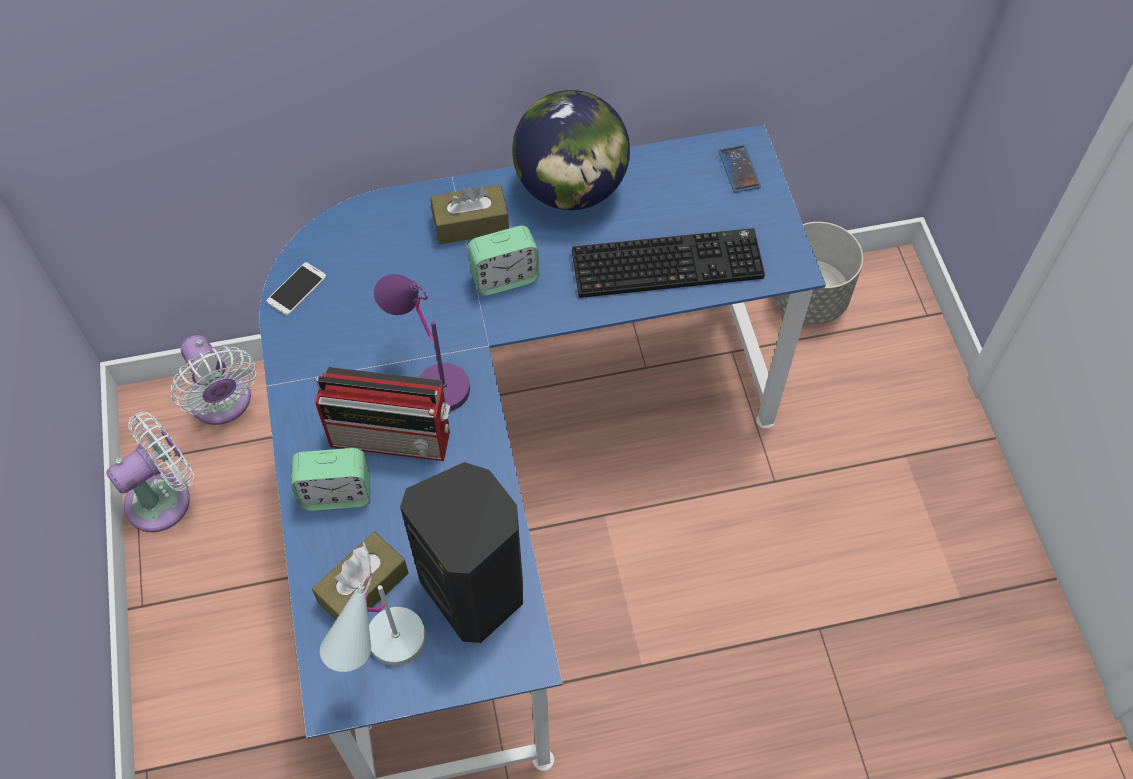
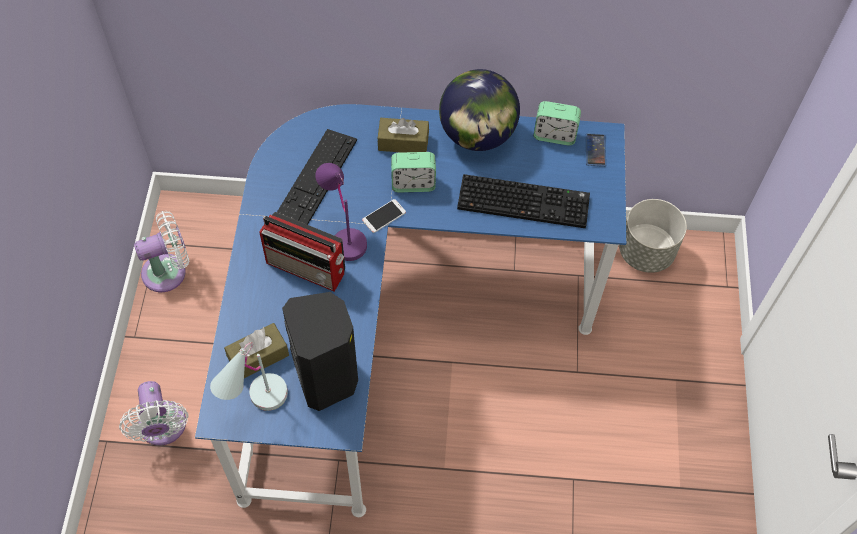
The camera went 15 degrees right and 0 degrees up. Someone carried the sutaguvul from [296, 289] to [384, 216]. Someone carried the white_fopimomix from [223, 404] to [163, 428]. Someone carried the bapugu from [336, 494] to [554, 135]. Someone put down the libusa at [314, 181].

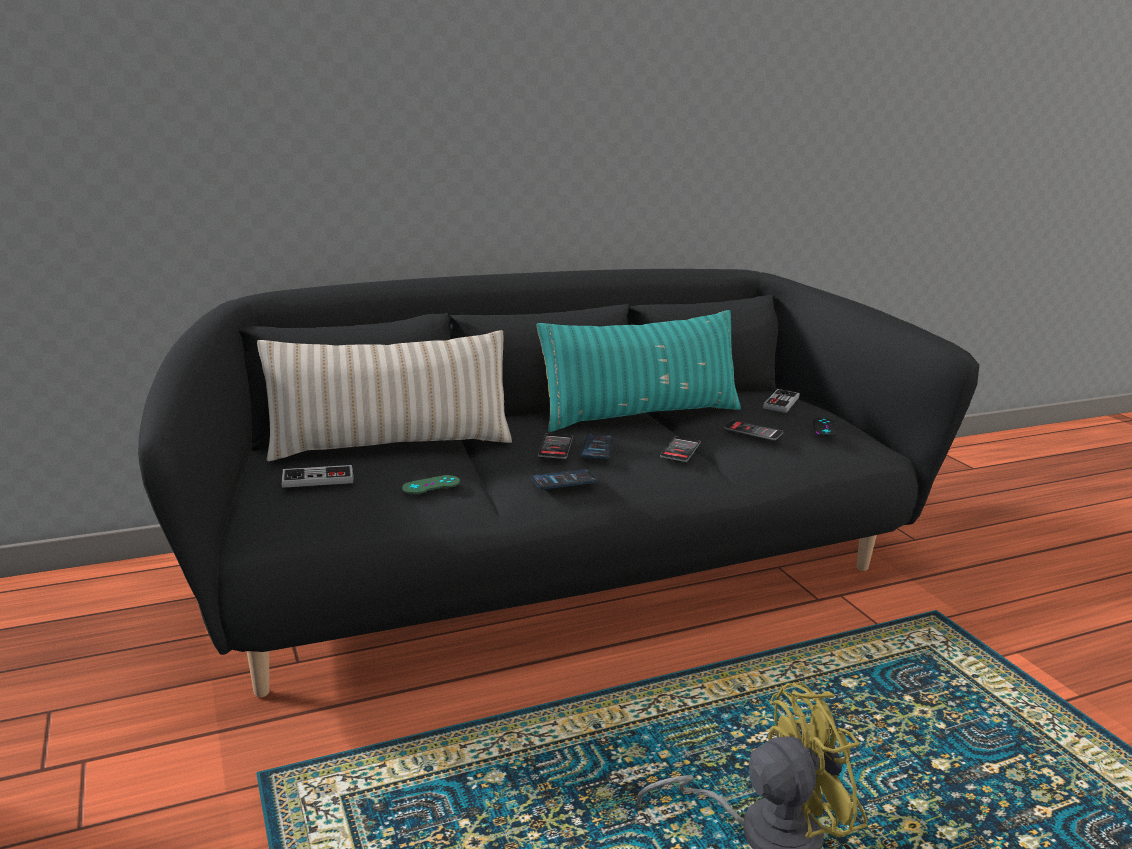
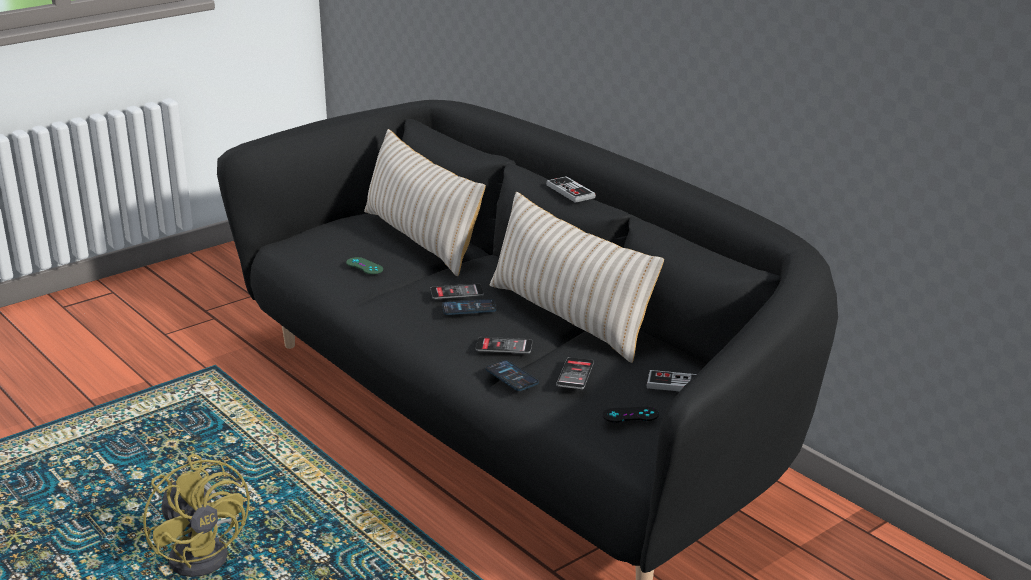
The camera went 75 degrees right and 5 degrees up. Someone repainted the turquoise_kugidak at [640, 415], which became the beige_kugidak at [569, 317]. Someone carried the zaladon from [318, 479] to [570, 191]. Someone carried the sutaguvul from [564, 480] to [512, 376].

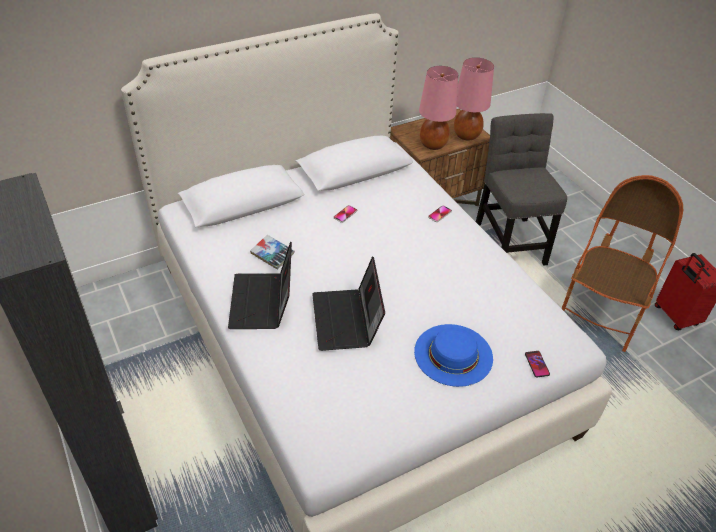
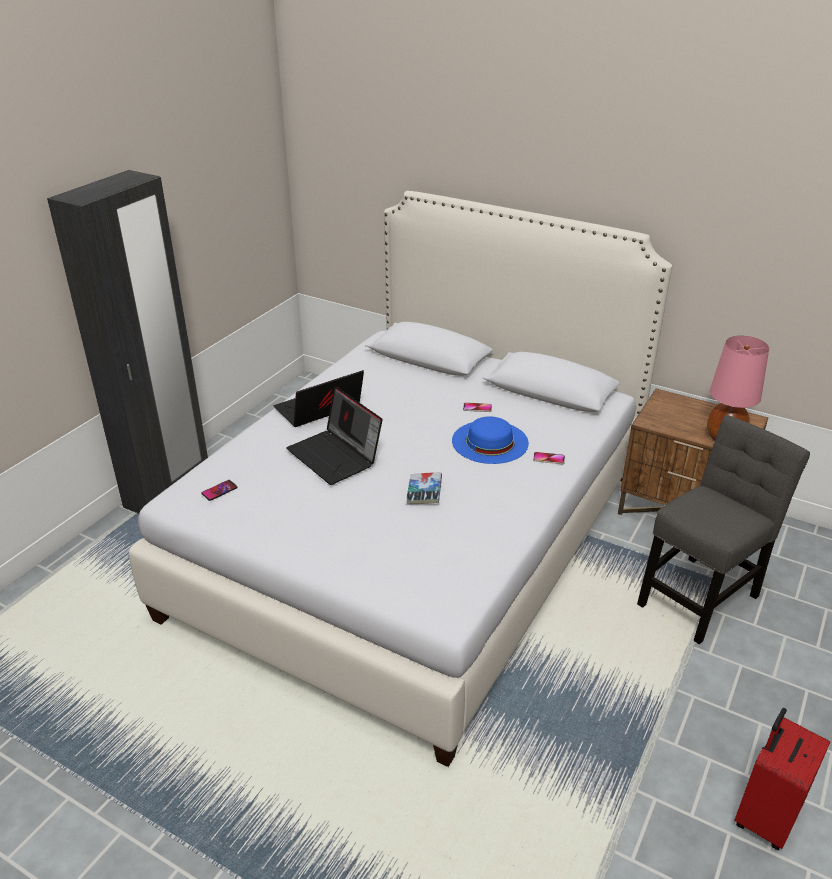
The camera went 60 degrees right and 10 degrees down. Someone took away the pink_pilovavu at [433, 144]. Someone took away the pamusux at [600, 315]. Someone carried the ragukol from [272, 255] to [424, 492]. Someone rotated the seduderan at [347, 321] by 90 degrees counterclockwise. Someone carried the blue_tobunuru from [453, 354] to [490, 441]. Someone carried the sutaguvul from [537, 364] to [219, 491].

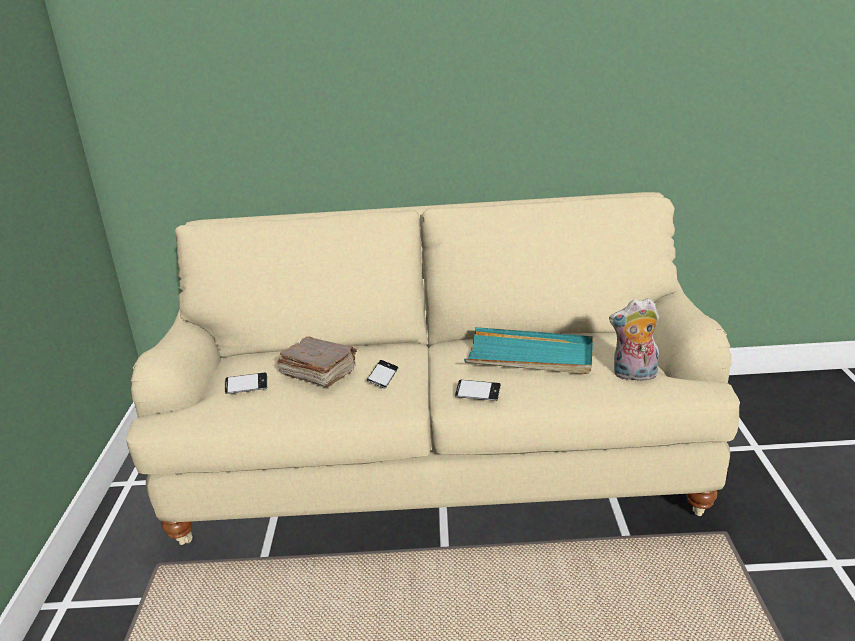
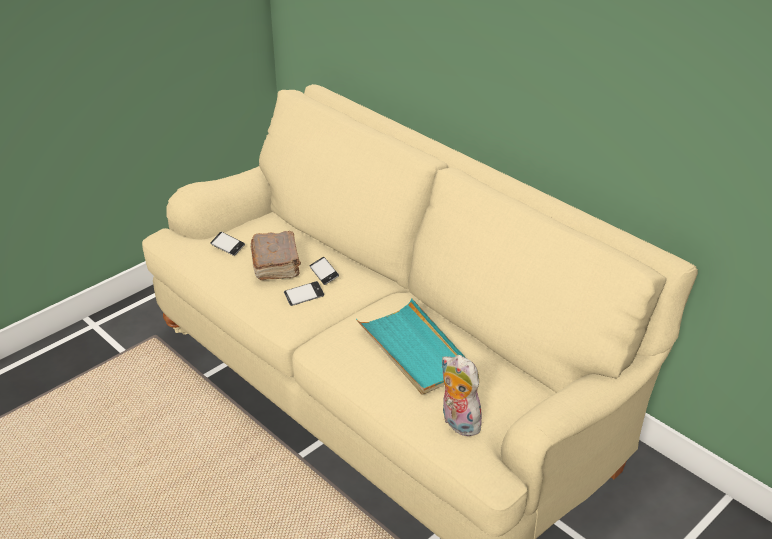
The camera went 45 degrees right and 10 degrees up. Someone carried the sutaguvul from [478, 393] to [324, 273].

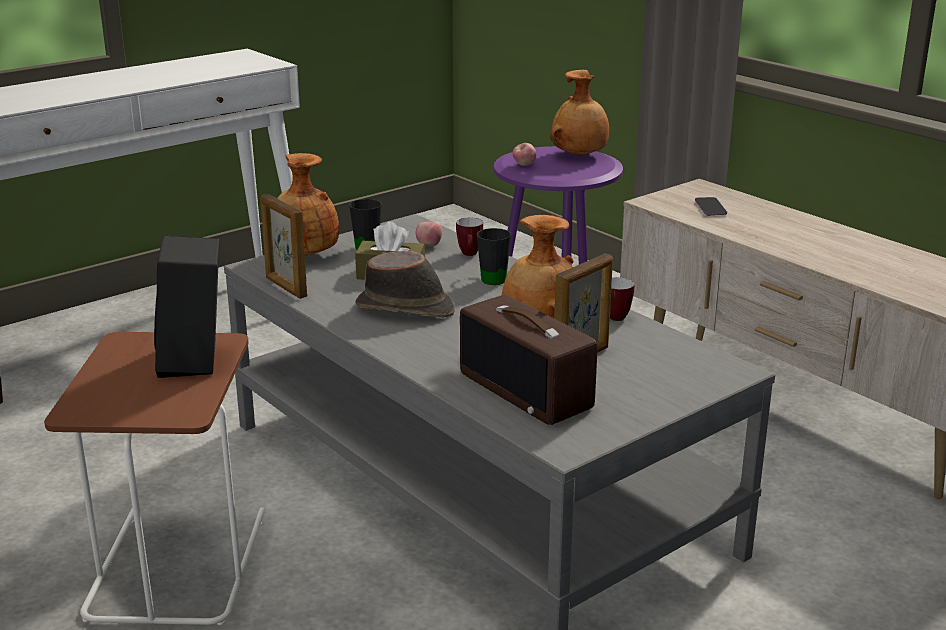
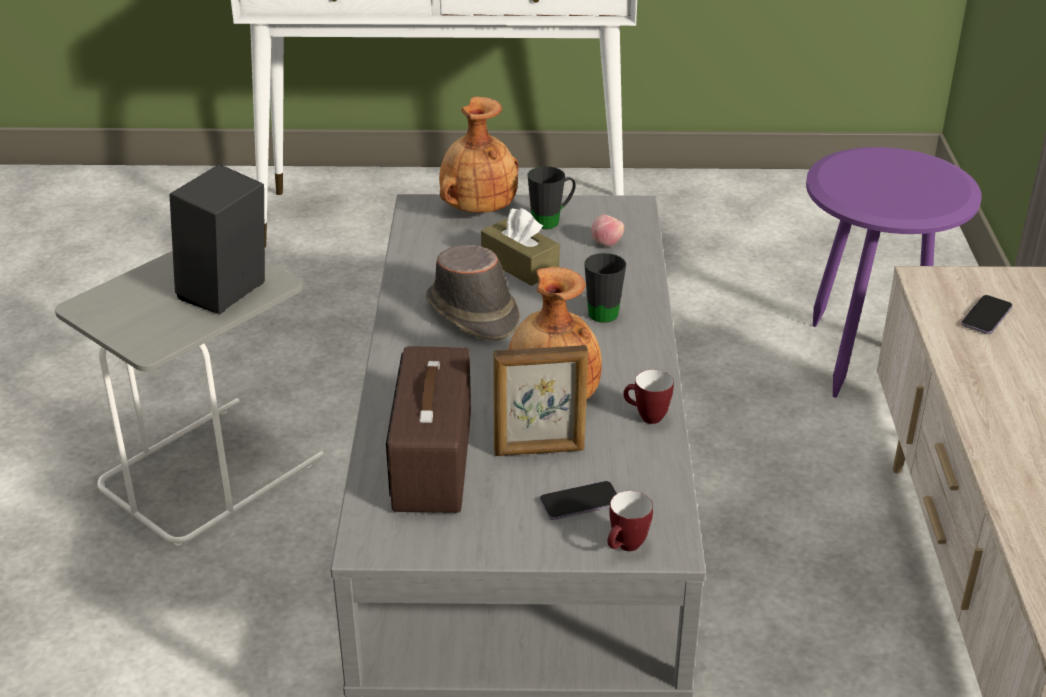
The camera went 40 degrees right and 10 degrees up. Someone took away the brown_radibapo at [580, 156]. Someone took away the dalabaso at [524, 165]. Someone took away the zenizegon at [285, 287]. Someone carried the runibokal from [470, 255] to [626, 548]. Someone repainted the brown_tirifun at [175, 563], which became the grey_tirifun at [210, 469]. Someone put down the sutaguvul at [580, 503].

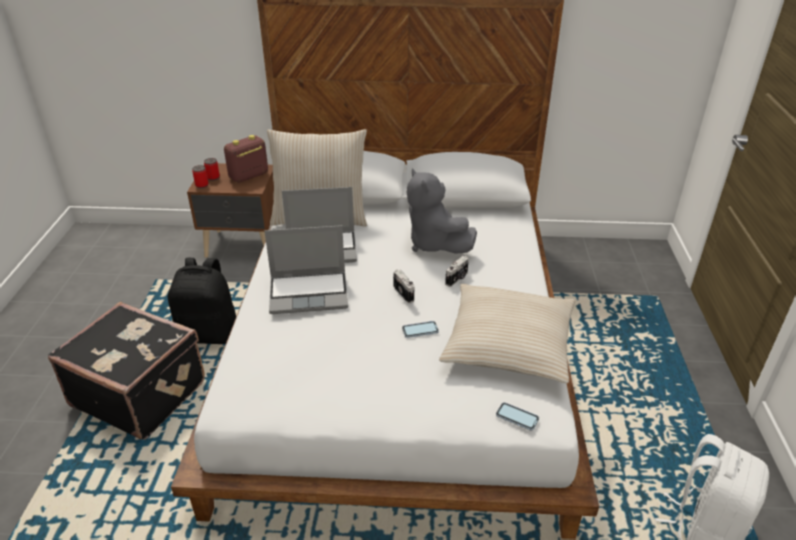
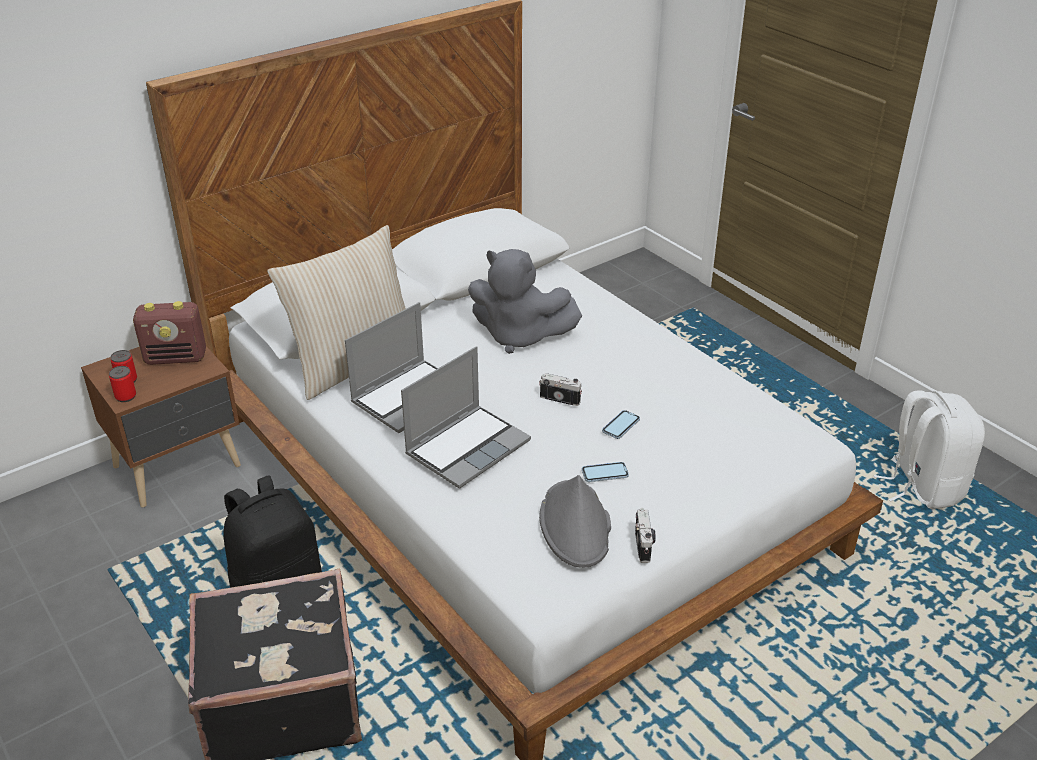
The camera went 40 degrees left and 0 degrees up. Someone rotated the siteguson at [248, 176] by 105 degrees counterclockwise. Someone carried the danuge from [457, 279] to [644, 545]. Someone took away the beige_kugidak at [508, 343]. Someone carried the sutaguvul from [517, 417] to [605, 473]. Someone put down the grey_tobunuru at [575, 525].

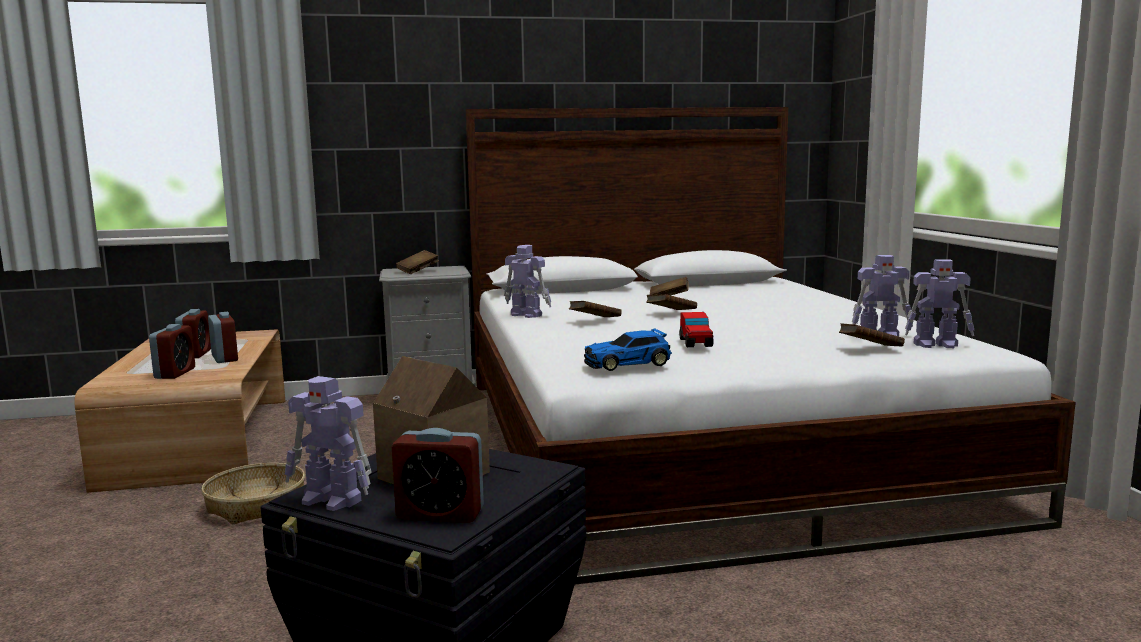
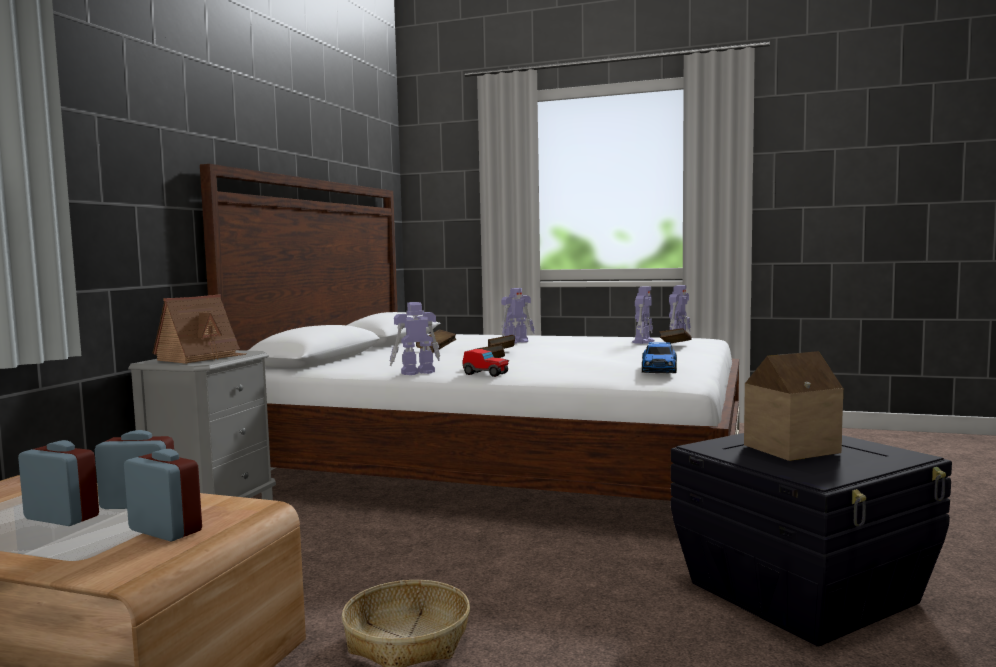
The camera went 60 degrees left and 5 degrees down. Someone swapped the brown_ragukol at [418, 271] for the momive at [201, 357]. Someone carried the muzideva from [695, 343] to [486, 374]. Someone carried the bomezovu from [332, 500] to [517, 342]. Someone took away the bapugu at [440, 514].

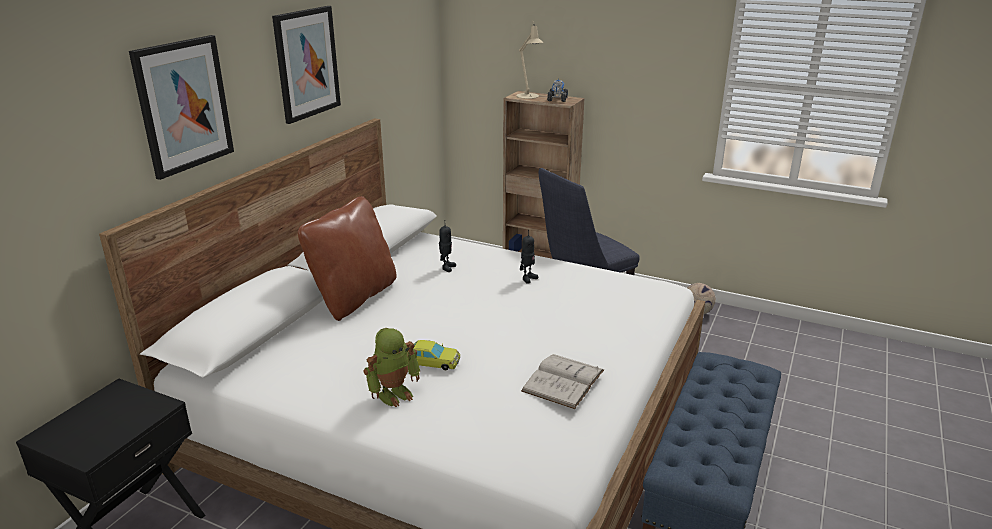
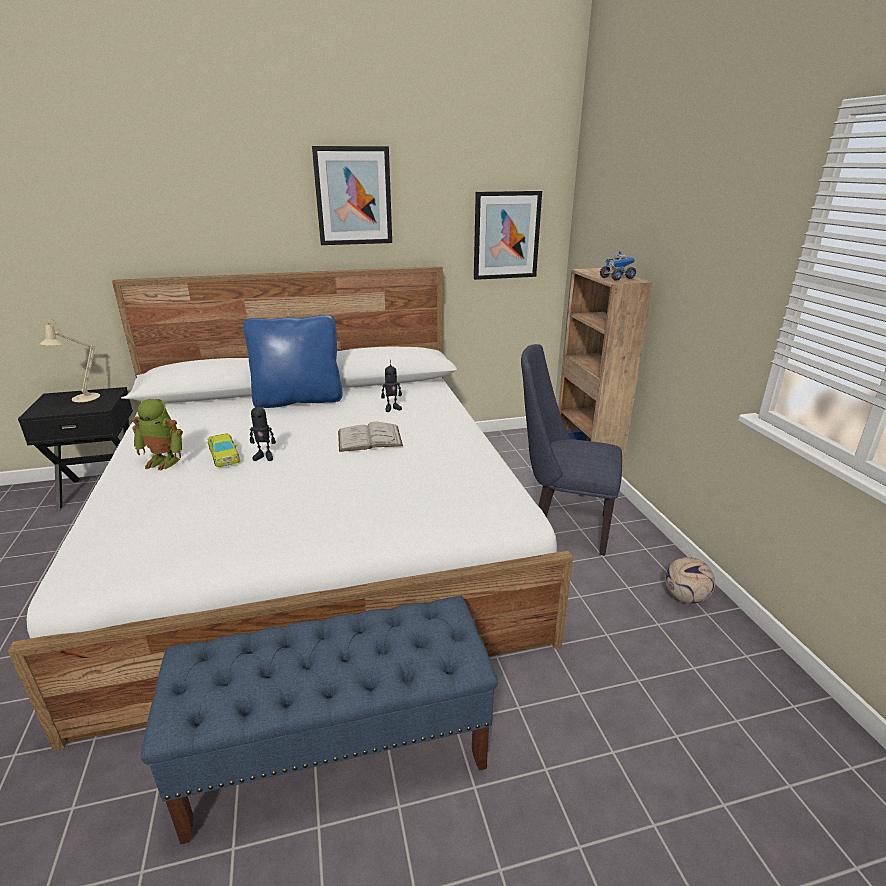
The camera went 50 degrees right and 0 degrees up. Someone carried the beige_pilovavu from [529, 96] to [82, 399]. Someone carried the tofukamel from [183, 105] to [506, 235]. Someone repainted the brown_kugidak at [354, 297], which became the blue_kugidak at [298, 400]. Someone carried the bomezovu from [528, 278] to [264, 457]. Someone carried the white_ragukol from [563, 380] to [369, 438].

